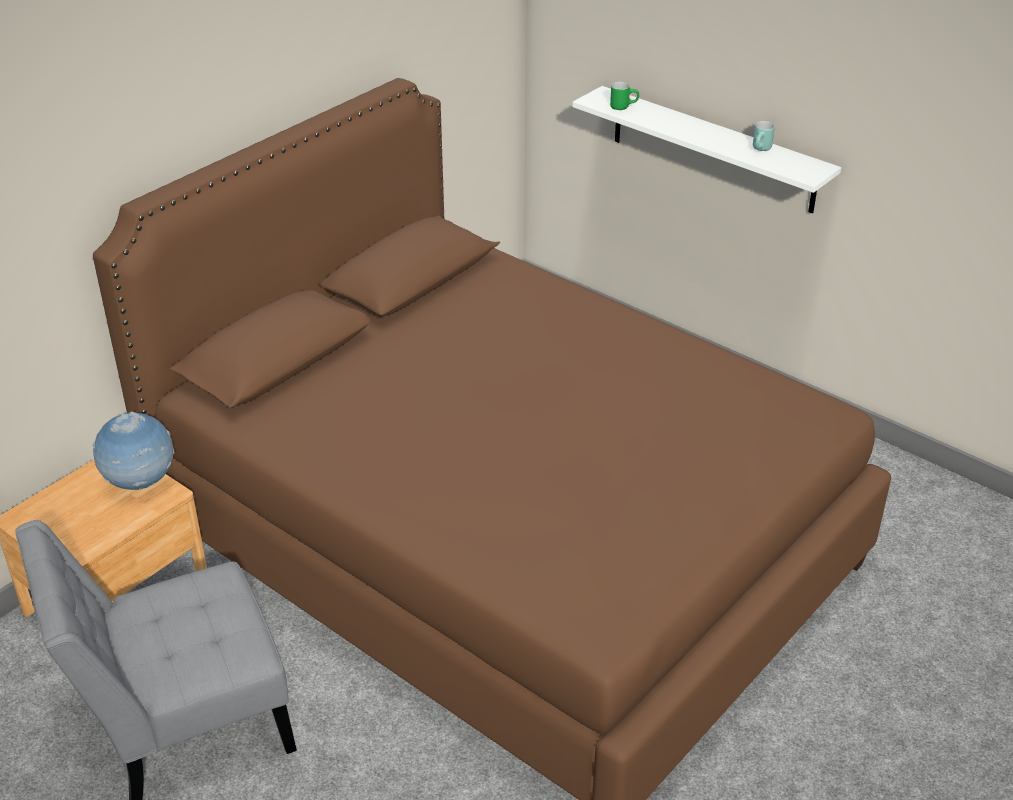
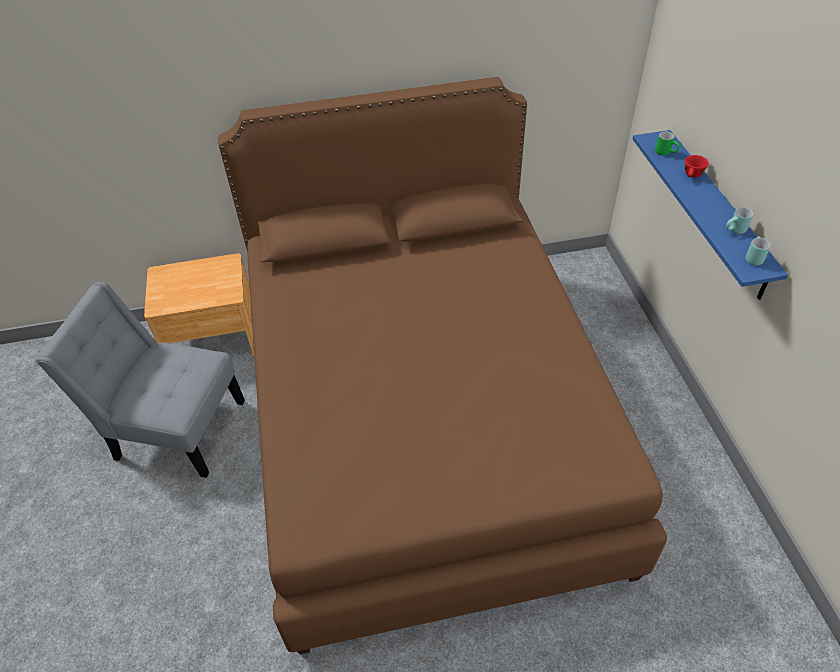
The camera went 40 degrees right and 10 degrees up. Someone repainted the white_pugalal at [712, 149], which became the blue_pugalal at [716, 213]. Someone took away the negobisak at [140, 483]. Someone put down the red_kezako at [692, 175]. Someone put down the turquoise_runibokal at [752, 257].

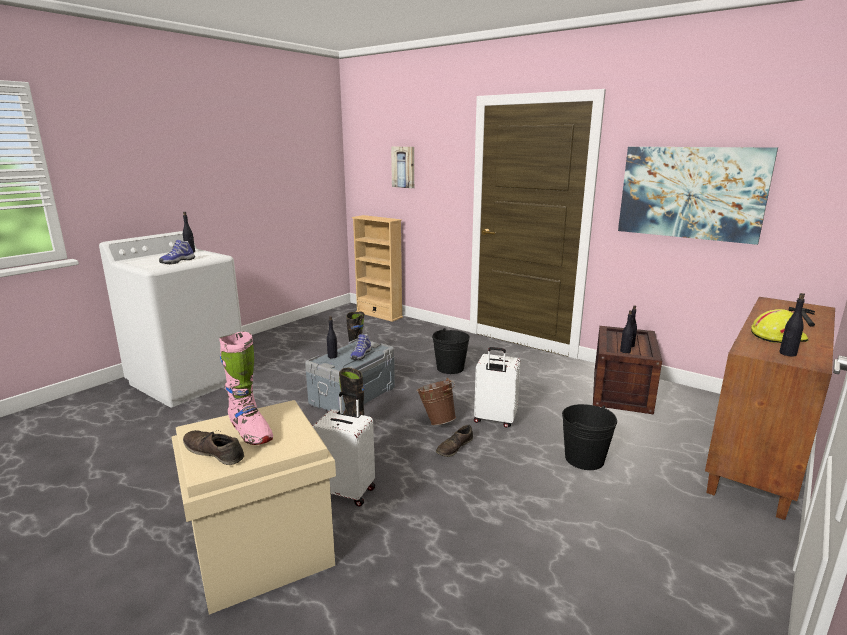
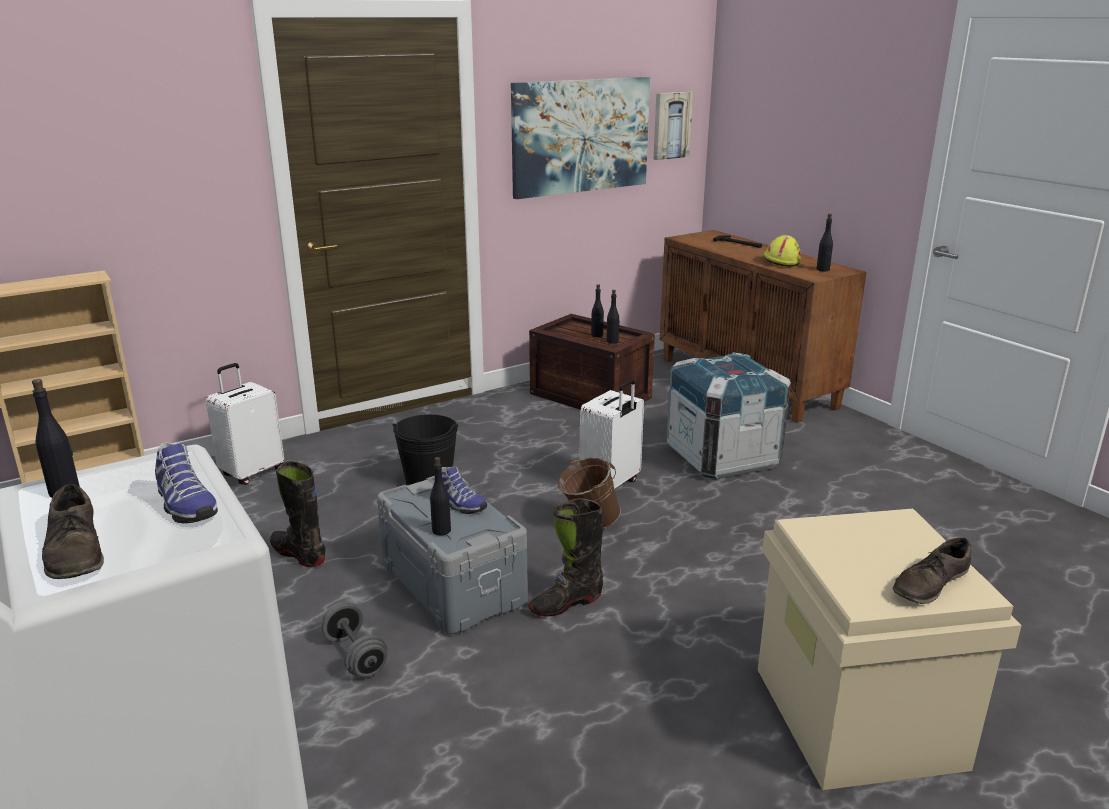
The camera went 70 degrees left and 5 degrees up. Someone carried the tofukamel from [404, 167] to [671, 125]. Someone took away the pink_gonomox at [250, 432]. Someone carried the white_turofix from [347, 491] to [252, 472]. Someone swapped the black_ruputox at [584, 459] for the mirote at [722, 457]. Someone carried the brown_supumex from [454, 447] to [76, 551]. Someone put down the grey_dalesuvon at [355, 655].

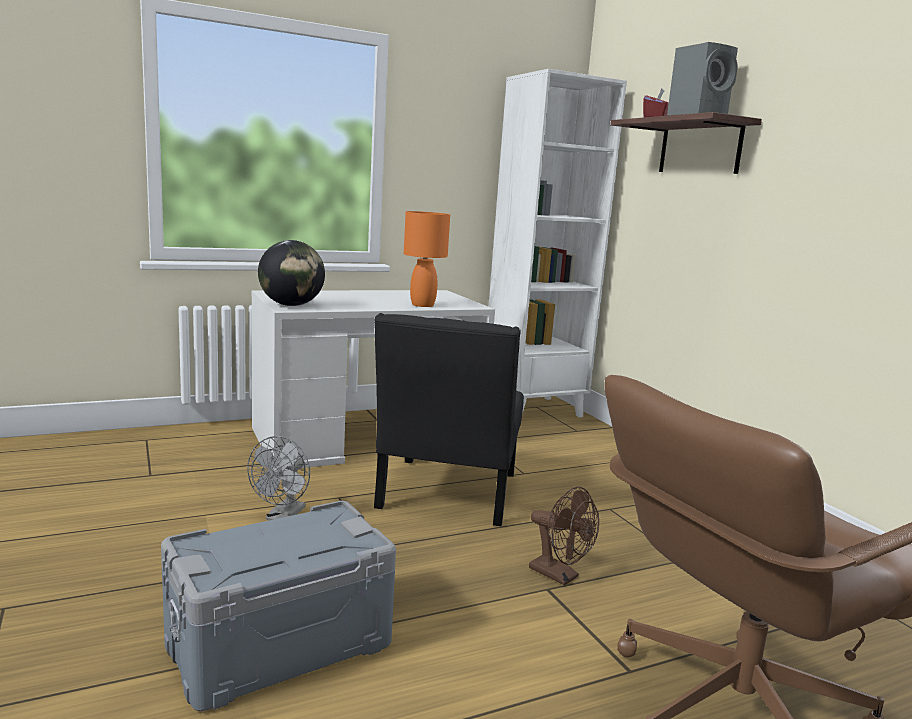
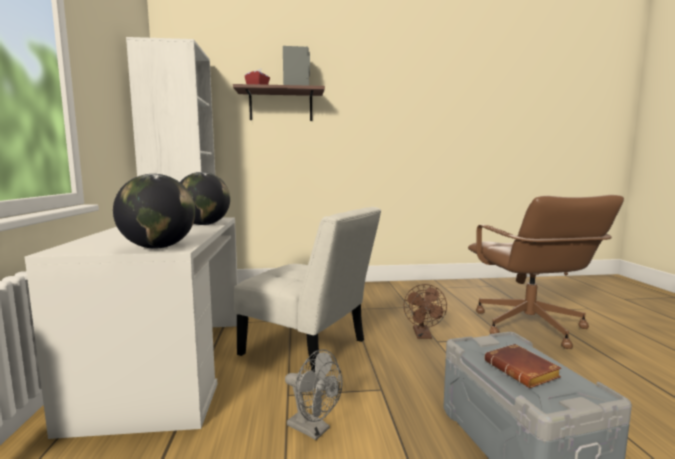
The camera went 70 degrees left and 5 degrees down. Someone swapped the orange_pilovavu at [423, 305] for the negobisak at [204, 224]. Someone repainted the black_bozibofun at [446, 495], which became the white_bozibofun at [309, 350]. Someone rotated the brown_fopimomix at [560, 576] by 120 degrees clockwise. Someone put down the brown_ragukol at [523, 371].

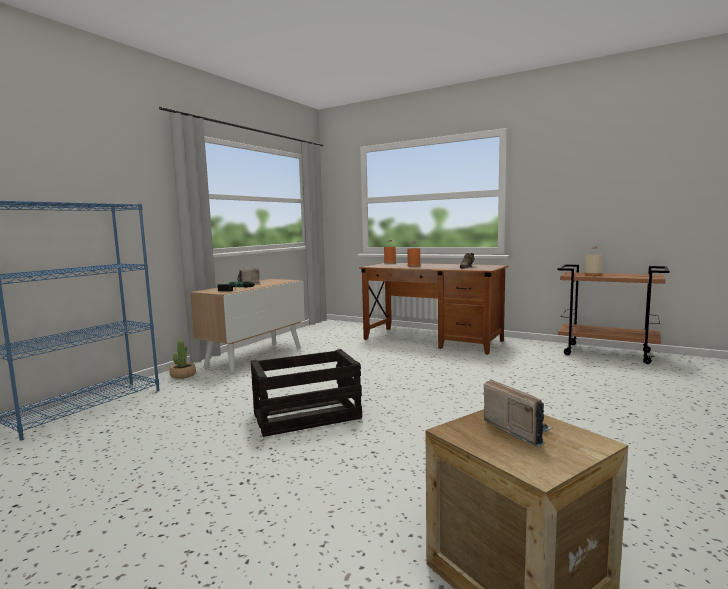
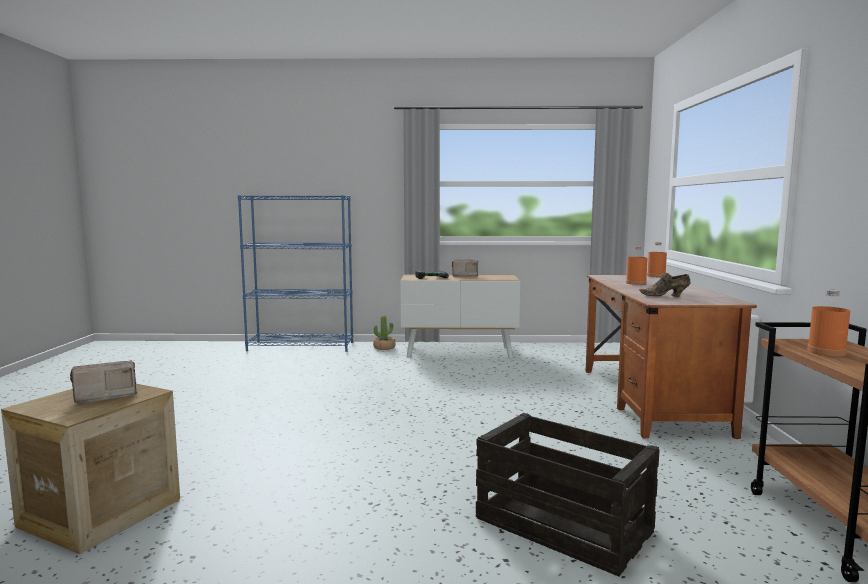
The camera went 60 degrees right and 0 degrees up. Someone repainted the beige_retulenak at [592, 275], which became the orange_retulenak at [826, 352]. Someone carried the mirote from [305, 416] to [561, 524]. Someone rotated the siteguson at [517, 429] by 150 degrees counterclockwise.

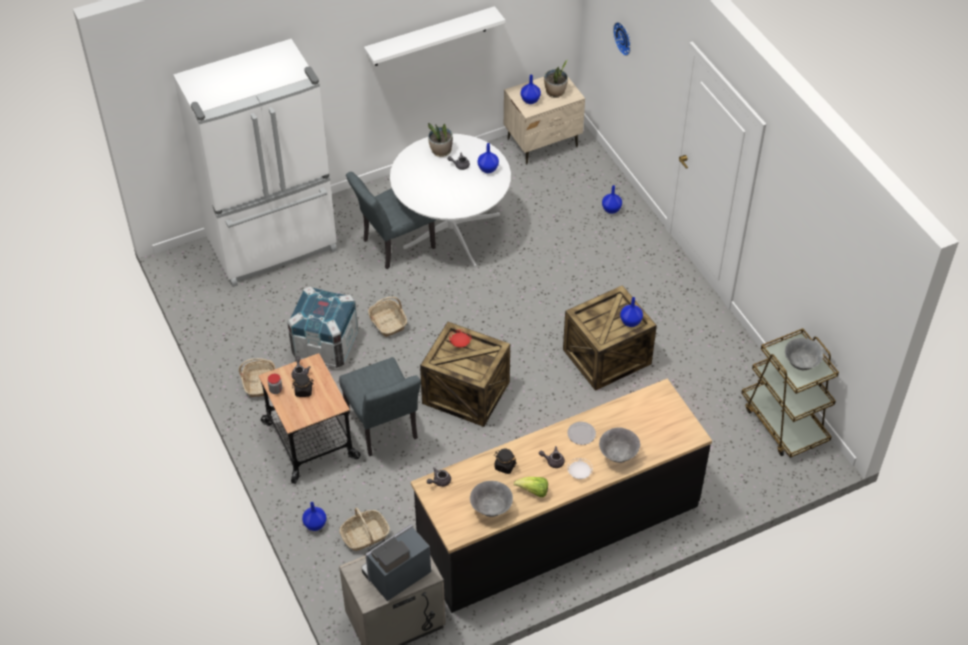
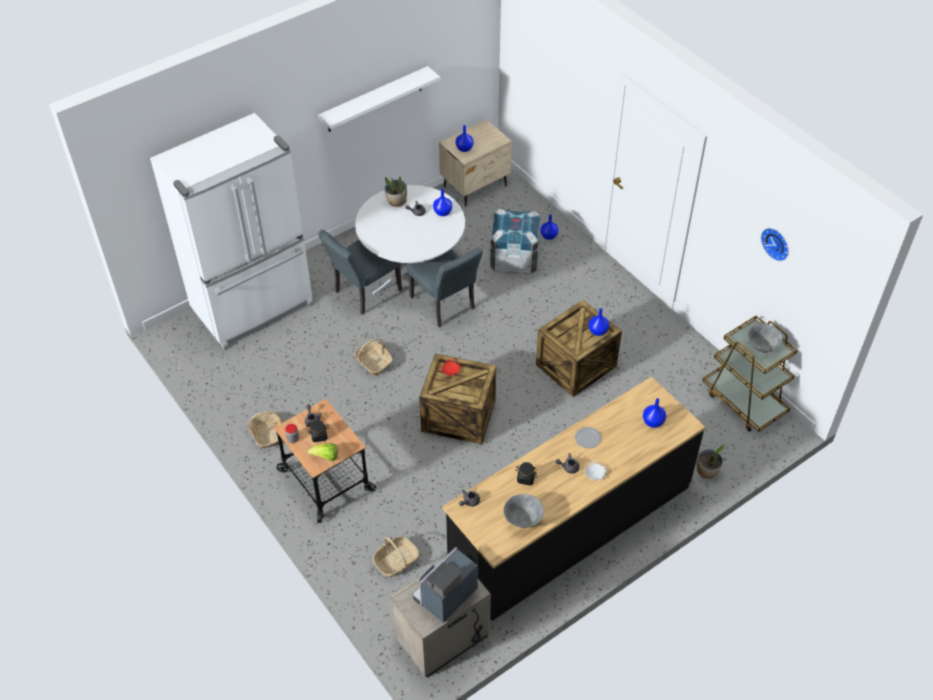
The camera went 10 degrees left and 0 degrees up. Someone carried the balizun from [624, 38] to [776, 243]. Someone carried the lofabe from [555, 92] to [706, 472]. Someone carried the mirote from [325, 346] to [514, 259]. Someone carried the grey_bozibofun from [384, 430] to [445, 306]. Someone took away the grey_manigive at [618, 455]. Someone carried the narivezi from [533, 492] to [326, 457]. Someone carried the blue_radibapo from [314, 524] to [652, 422].

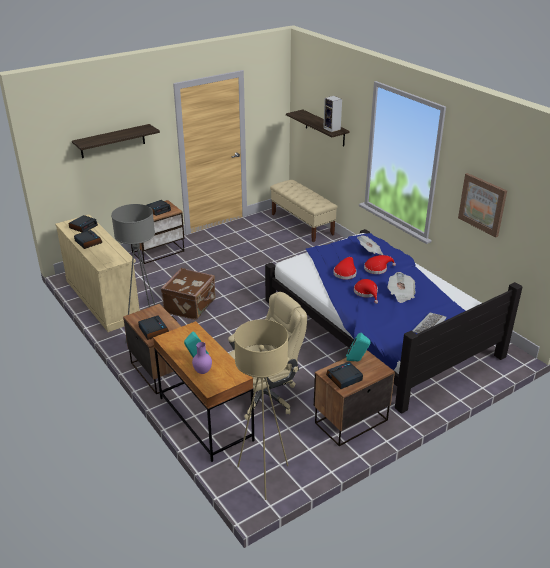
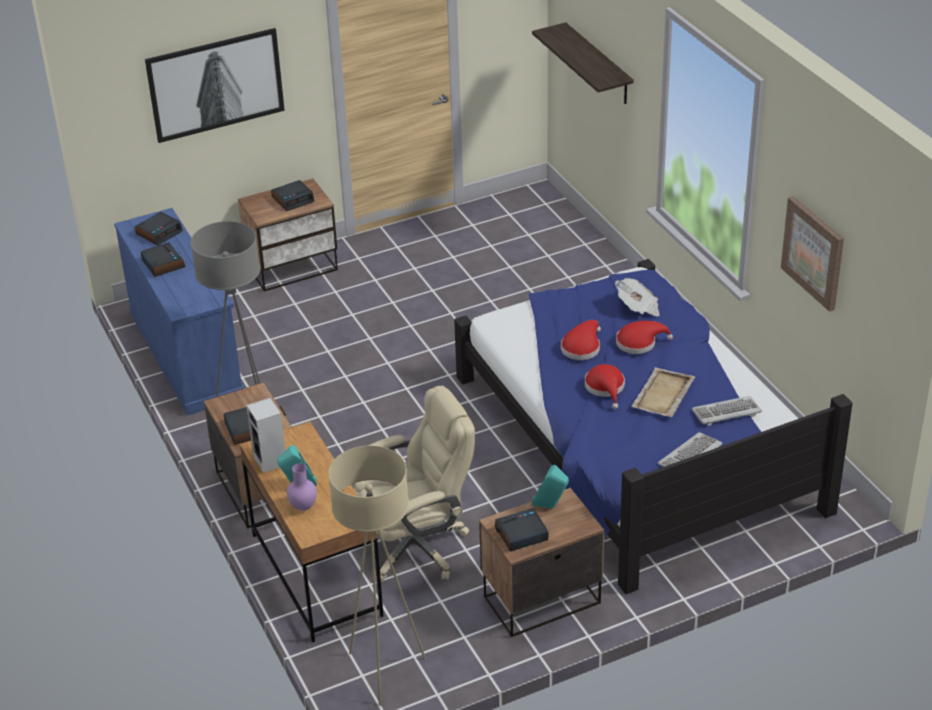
The camera went 10 degrees right and 5 degrees up. Someone carried the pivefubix from [332, 129] to [271, 461]. Someone swapped the pugalal at [112, 141] for the tofukamel at [216, 84]. Someone took away the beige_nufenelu at [302, 224]. Someone repainted the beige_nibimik at [102, 299], which became the blue_nibimik at [186, 354]. Someone took away the brown_turofix at [191, 306]. Someone swapped the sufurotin at [401, 294] for the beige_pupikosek at [662, 395]. Someone put down the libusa at [726, 413].

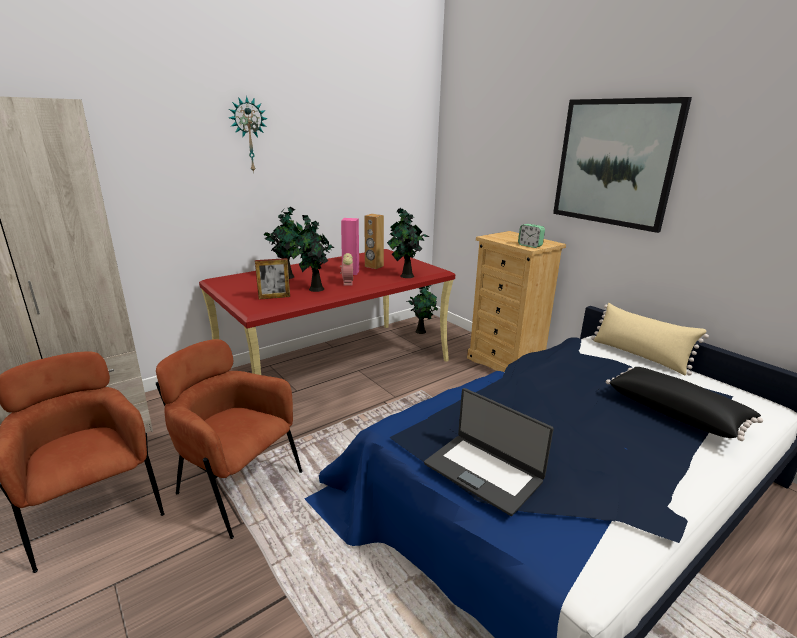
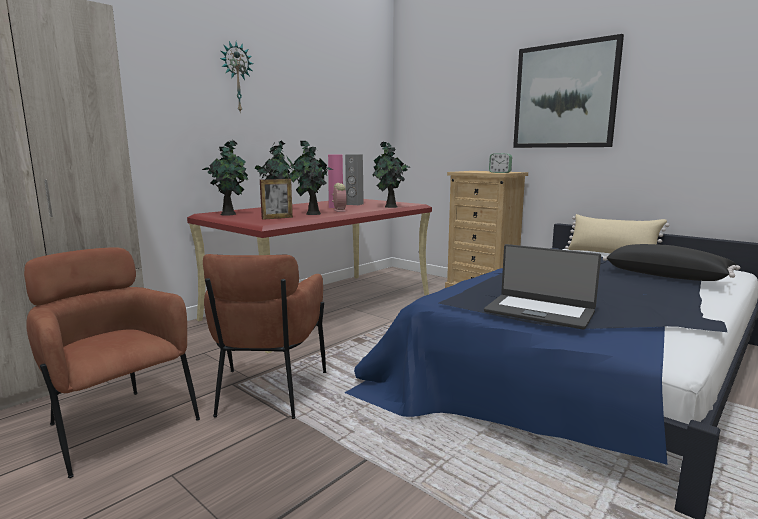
The camera went 10 degrees left and 10 degrees down. Someone repainted the brown_pivefubix at [374, 266], which became the grey_pivefubix at [354, 204]. Someone carried the lofabe from [421, 331] to [229, 214]. Someone rotated the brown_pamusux at [236, 487] by 105 degrees counterclockwise.

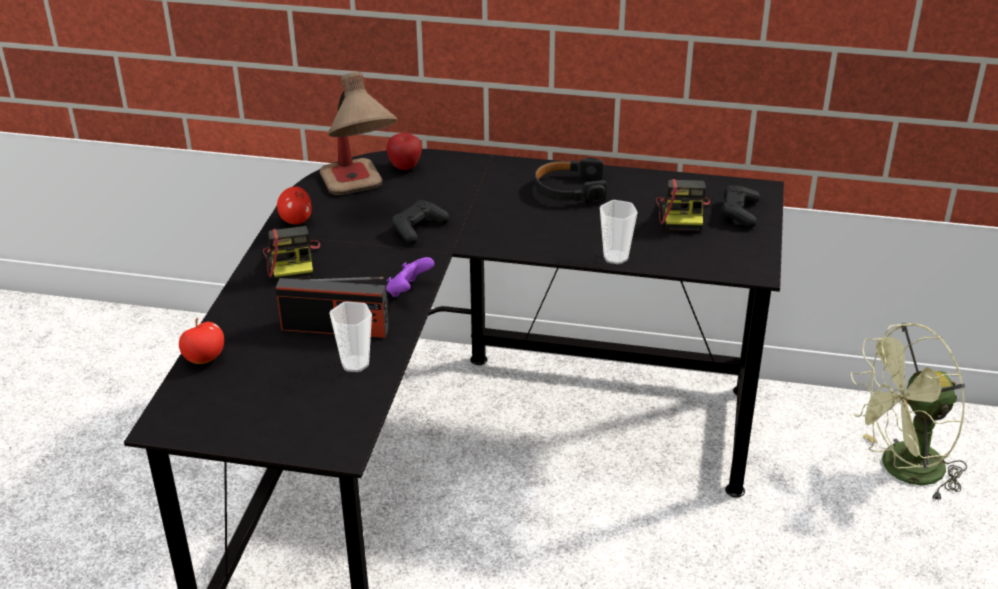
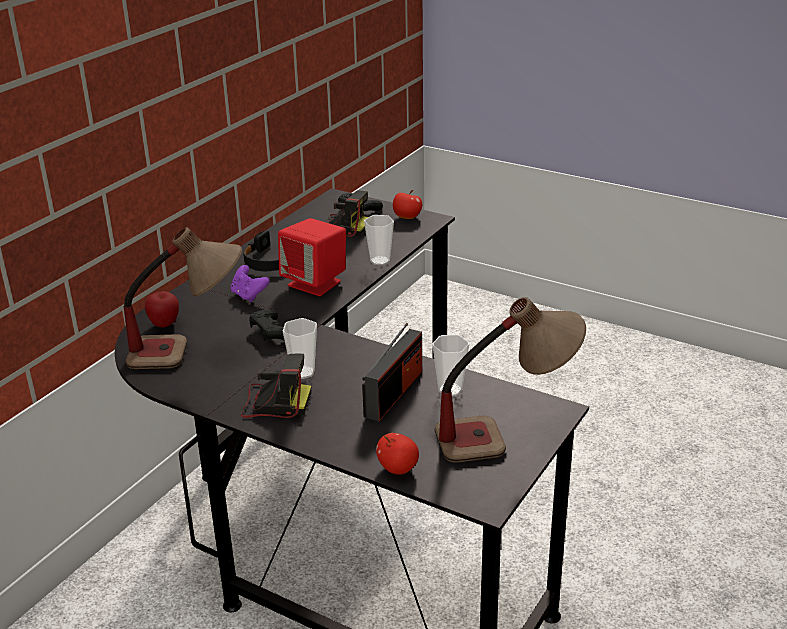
The camera went 70 degrees left and 5 degrees down. Someone carried the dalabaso from [296, 220] to [407, 217]. Someone carried the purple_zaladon from [408, 291] to [249, 295]. Someone took away the green_fopimomix at [901, 470]. Someone put down the red_pivefubix at [315, 283]. Someone put down the pilovavu at [506, 436]. Someone put down the kezako at [303, 372].

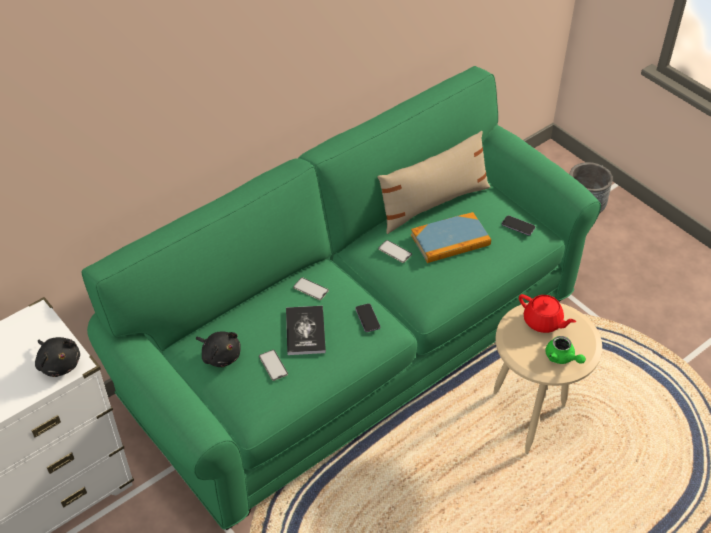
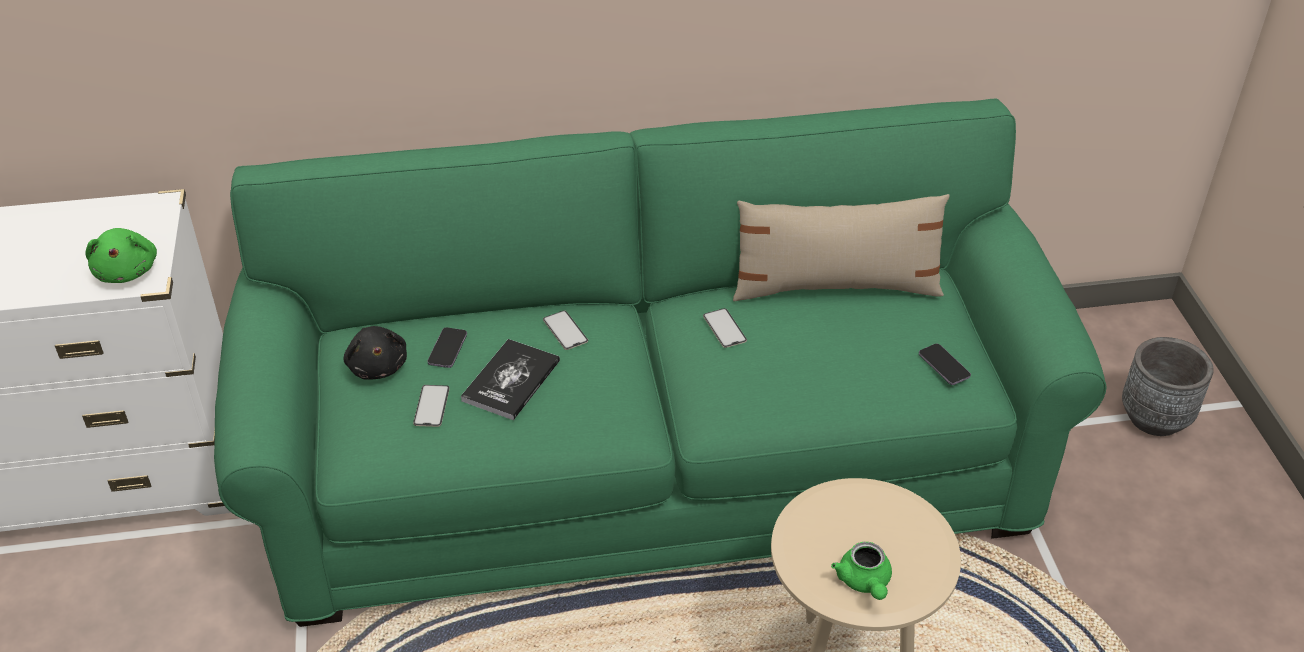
The camera went 30 degrees right and 5 degrees down. Someone took away the ragukol at [450, 240]. Someone took away the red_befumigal at [543, 322]. Someone carried the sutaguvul from [367, 318] to [447, 349]. Someone repainted the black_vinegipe at [59, 363], which became the green_vinegipe at [127, 271].

